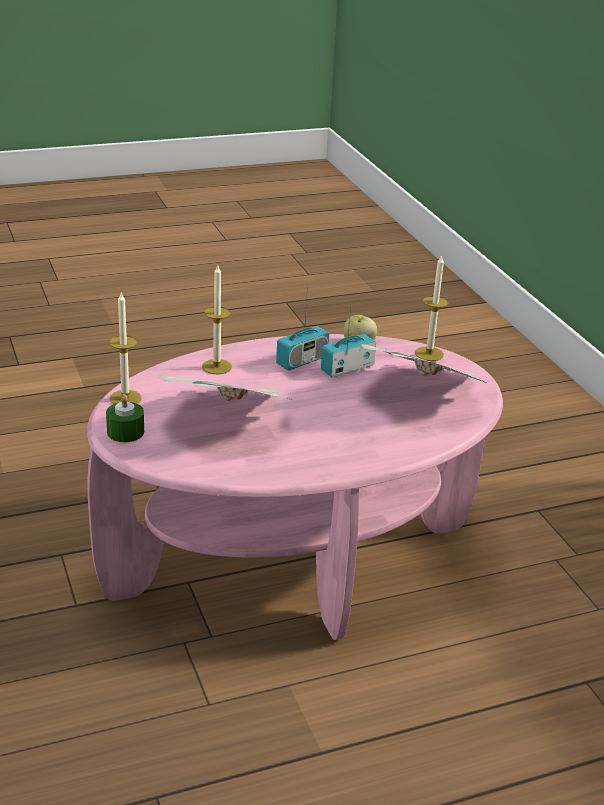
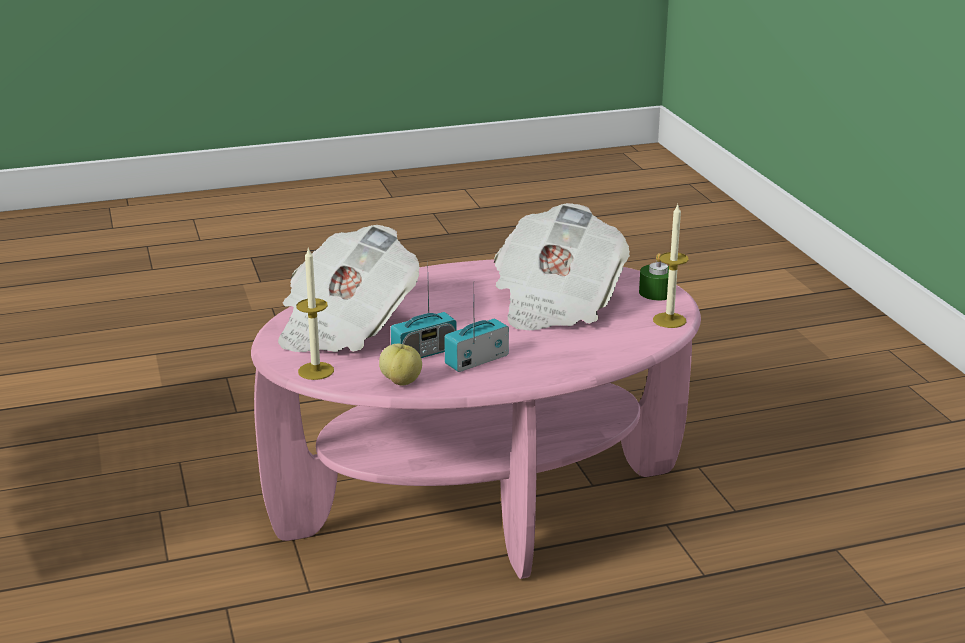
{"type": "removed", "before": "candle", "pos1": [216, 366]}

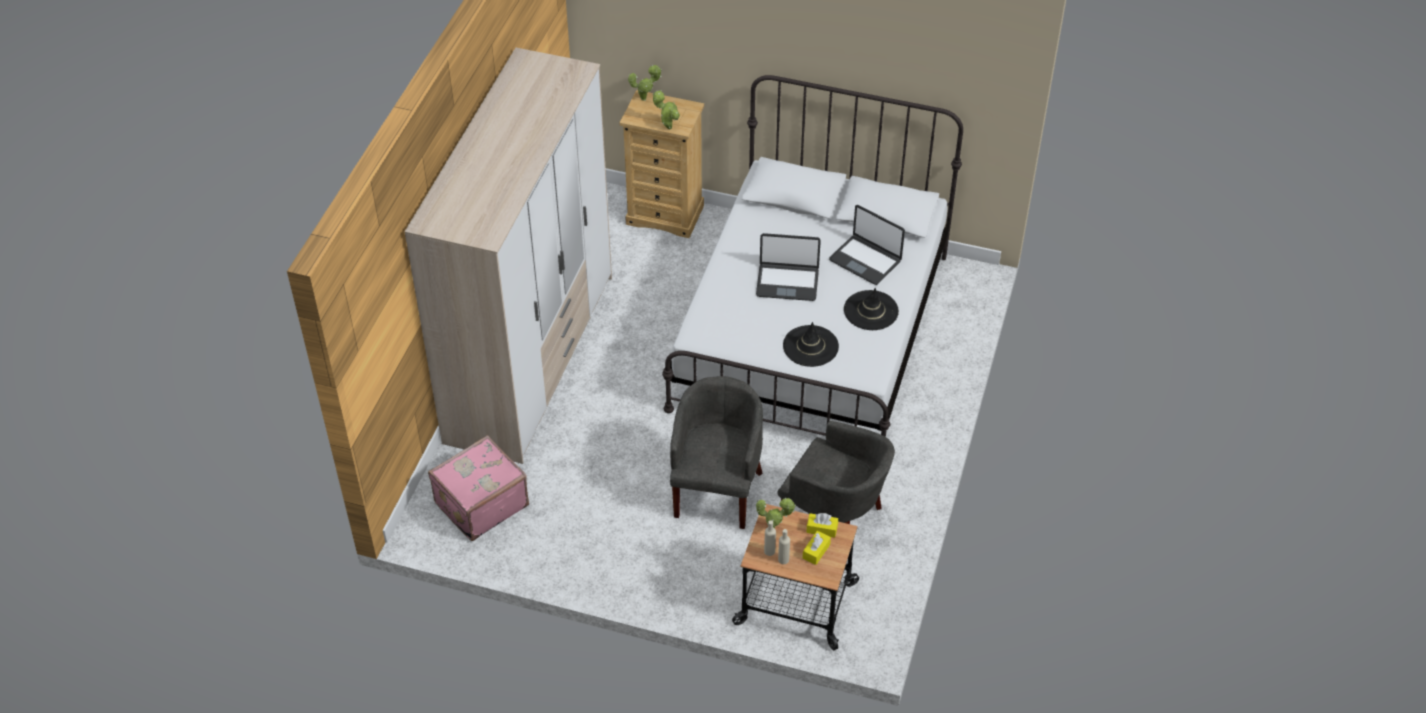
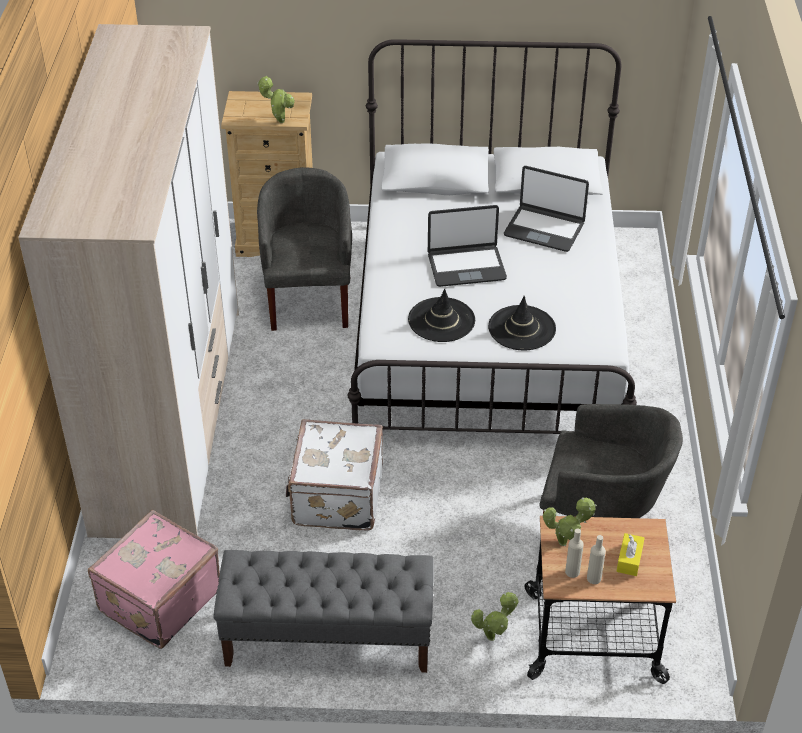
{"type": "moved", "before": "potted plant", "pos1": [645, 98], "pos2": [493, 636]}
{"type": "moved", "before": "gray easy chair", "pos1": [717, 490], "pos2": [309, 300]}
{"type": "removed", "before": "yellowish tissue holder", "pos1": [822, 529]}
{"type": "moved", "before": "blackish wearable hat", "pos1": [871, 310], "pos2": [441, 320]}
{"type": "added", "after": "gray long seat", "pos2": [327, 639]}
{"type": "added", "after": "whitish travel case", "pos2": [335, 496]}

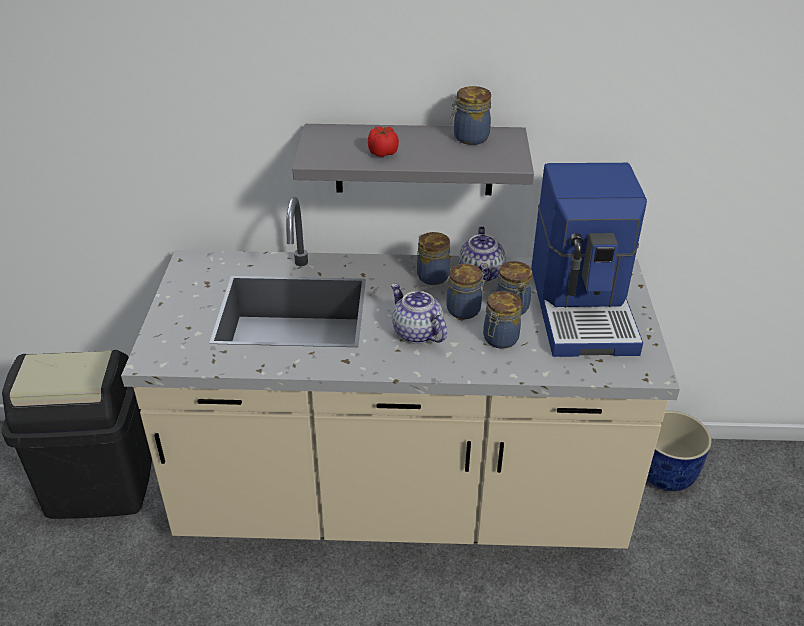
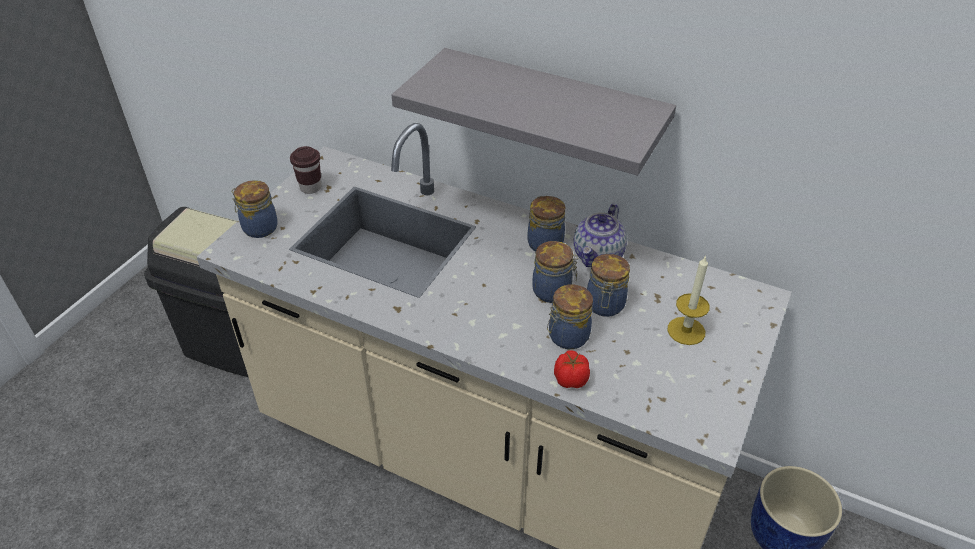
{"type": "moved", "before": "tomato", "pos1": [382, 153], "pos2": [570, 378]}
{"type": "removed", "before": "pot for tea", "pos1": [416, 332]}
{"type": "moved", "before": "jar", "pos1": [469, 138], "pos2": [258, 228]}
{"type": "replaced", "before": "coffee brewer", "after": "candle", "pos1": [584, 308], "pos2": [686, 331]}
{"type": "added", "after": "brown-coloured small cup", "pos2": [310, 188]}

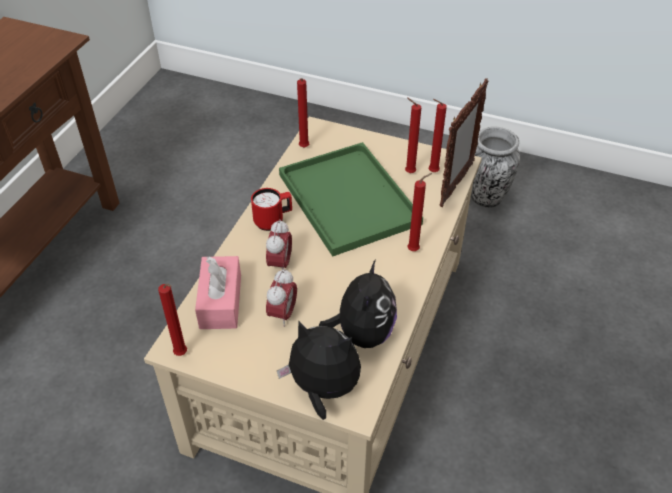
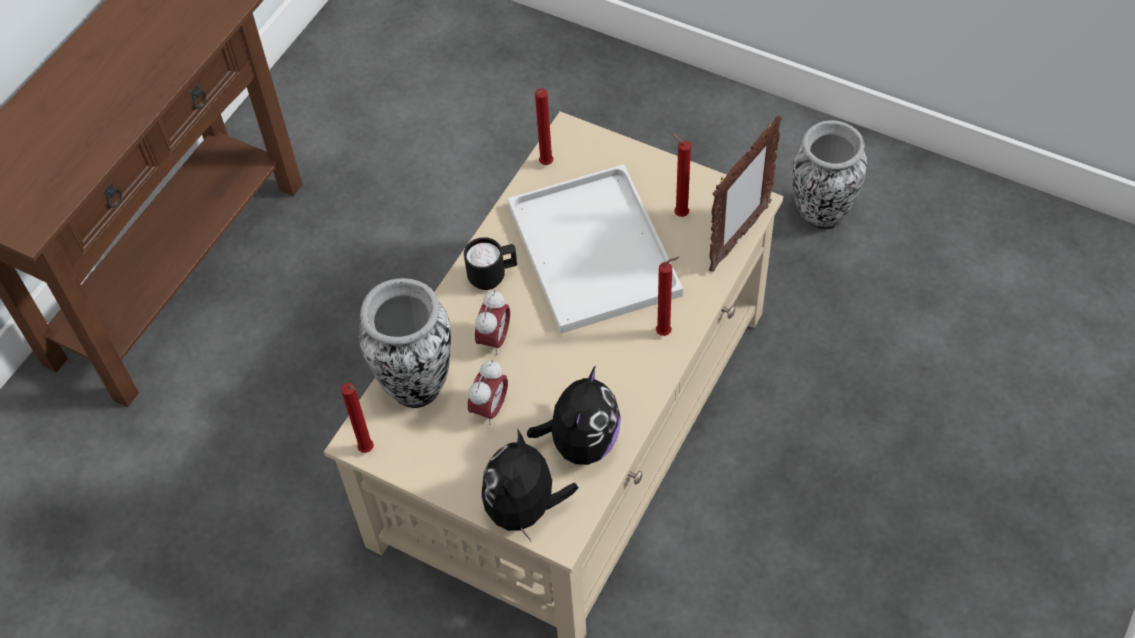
{"type": "replaced", "before": "pinkish tissue holder", "after": "flower vase", "pos1": [220, 301], "pos2": [417, 385]}
{"type": "recoloured", "before": "red-coloured coffee mug", "after": "blackish coffee mug", "pos1": [273, 221], "pos2": [493, 276]}
{"type": "turned", "before": "cuddly toy", "pos1": [323, 389], "pos2": [525, 508], "turn": -105}
{"type": "recoloured", "before": "greenish tray", "after": "whitish tray", "pos1": [345, 197], "pos2": [590, 247]}
{"type": "removed", "before": "red-coloured candle", "pos1": [431, 172]}

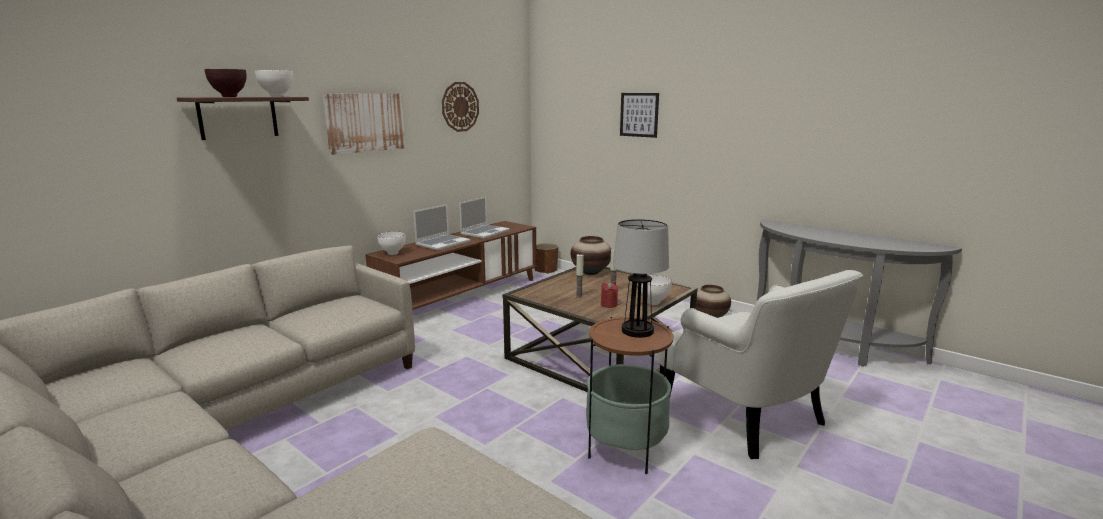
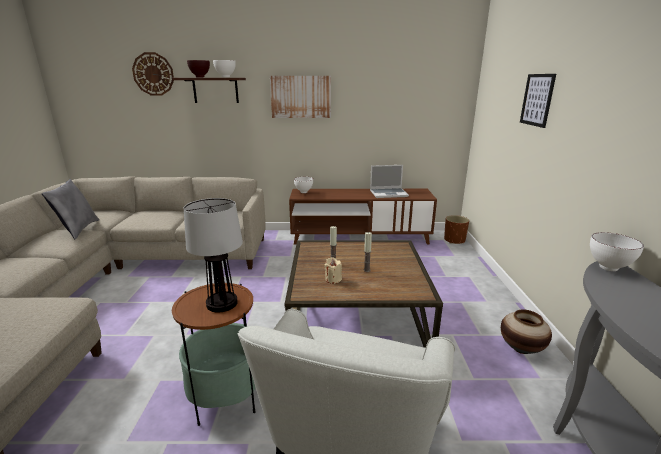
{"type": "removed", "before": "laptop", "pos1": [443, 243]}
{"type": "moved", "before": "wall clock", "pos1": [460, 106], "pos2": [153, 74]}
{"type": "removed", "before": "flower vase", "pos1": [591, 272]}
{"type": "recoloured", "before": "red-coloured candle", "after": "sand-coloured candle", "pos1": [608, 305], "pos2": [333, 279]}
{"type": "moved", "before": "whitish serving bowl", "pos1": [654, 303], "pos2": [609, 268]}
{"type": "added", "after": "gray throw pillow", "pos2": [78, 230]}

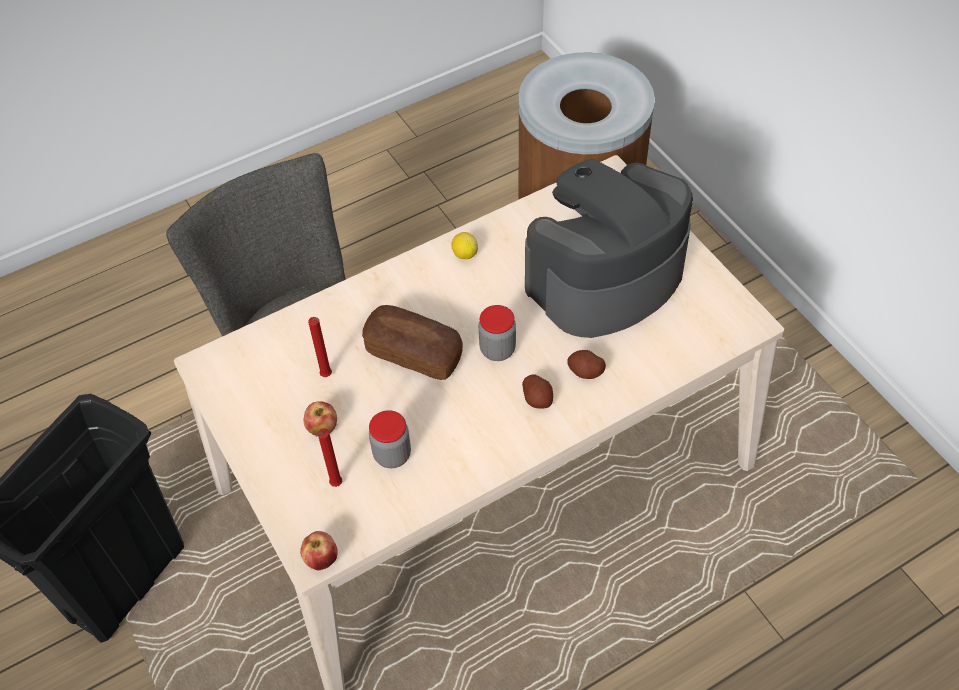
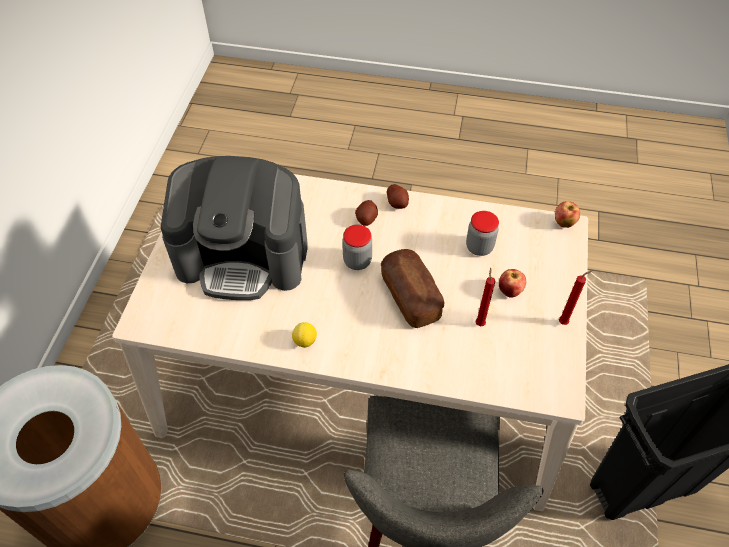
{"type": "moved", "before": "red-coloured candle", "pos1": [335, 485], "pos2": [564, 322]}
{"type": "moved", "before": "spud", "pos1": [585, 371], "pos2": [397, 203]}

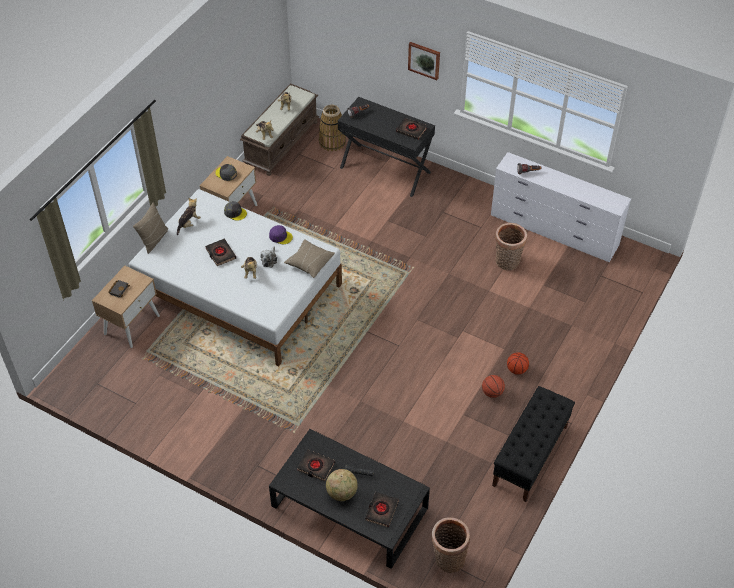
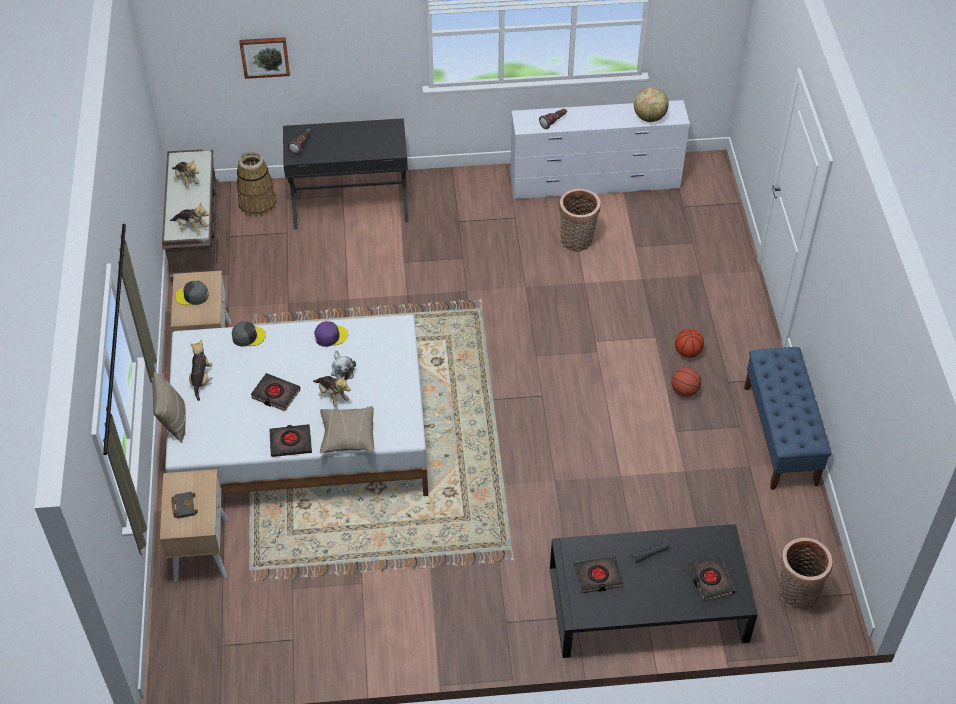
{"type": "moved", "before": "sand-coloured throw pillow", "pos1": [309, 263], "pos2": [347, 436]}
{"type": "moved", "before": "globe", "pos1": [342, 493], "pos2": [649, 117]}
{"type": "moved", "before": "blackish volume", "pos1": [411, 130], "pos2": [291, 442]}
{"type": "moved", "before": "wall art", "pos1": [424, 60], "pos2": [265, 56]}
{"type": "recoloured", "before": "blackish long seat", "after": "blue-coloured long seat", "pos1": [530, 456], "pos2": [780, 435]}

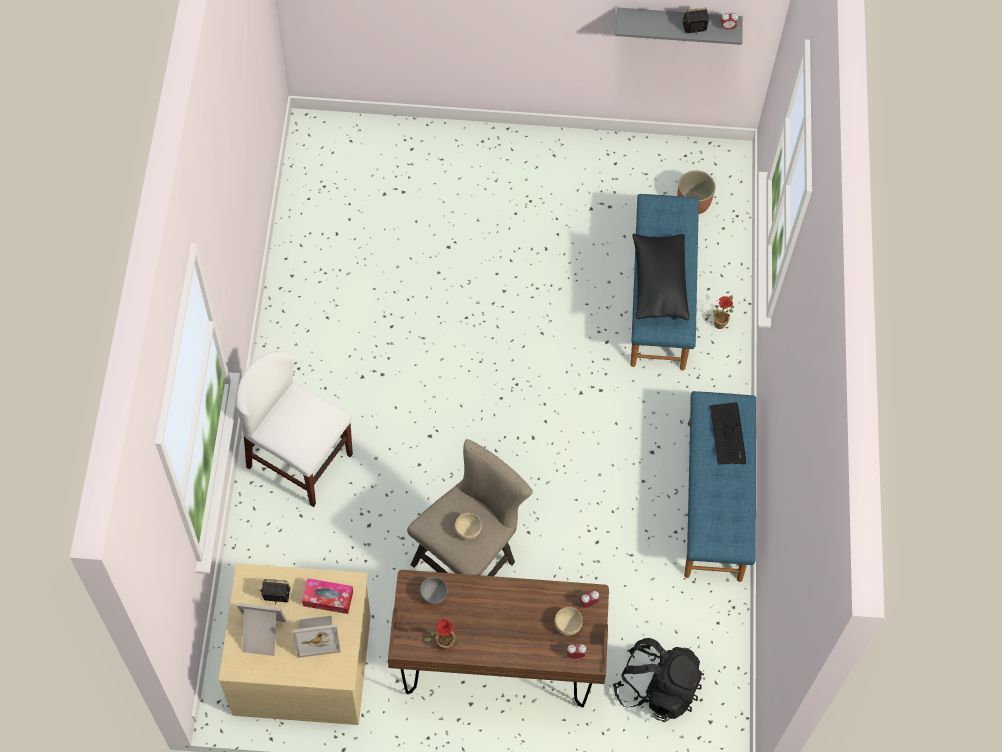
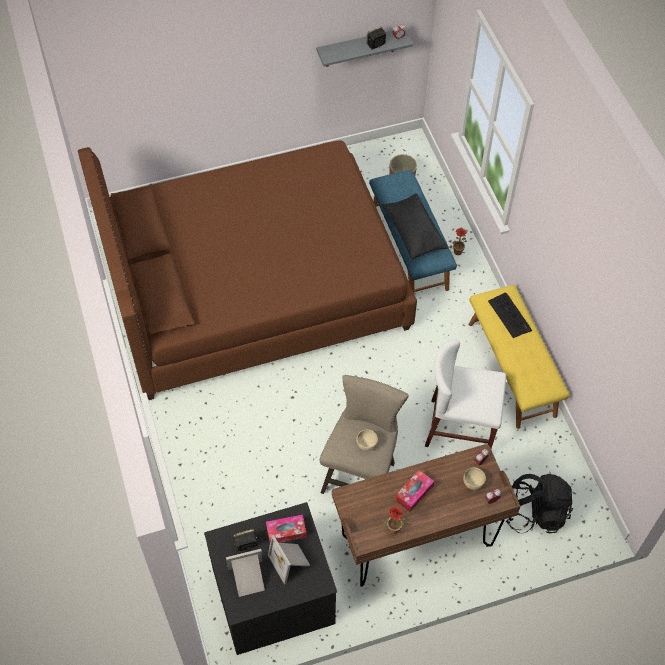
{"type": "recoloured", "before": "sand-coloured chest of drawers", "after": "blackish chest of drawers", "pos1": [303, 662], "pos2": [272, 594]}
{"type": "moved", "before": "whitish chair", "pos1": [300, 460], "pos2": [460, 427]}
{"type": "turned", "before": "picture frame", "pos1": [317, 635], "pos2": [290, 562], "turn": 90}
{"type": "removed", "before": "gray serving bowl", "pos1": [433, 595]}
{"type": "recoloured", "before": "blue-coloured long seat", "after": "yellowish long seat", "pos1": [715, 500], "pos2": [512, 369]}
{"type": "added", "after": "brown-coloured sleeping bed", "pos2": [254, 288]}
{"type": "added", "after": "tissue holder", "pos2": [414, 493]}

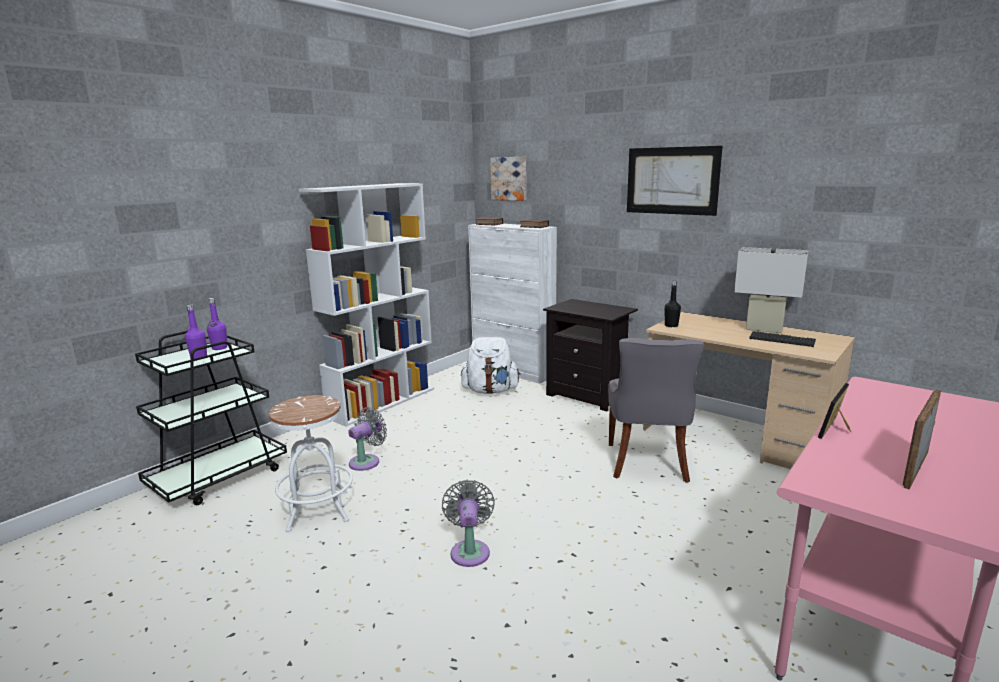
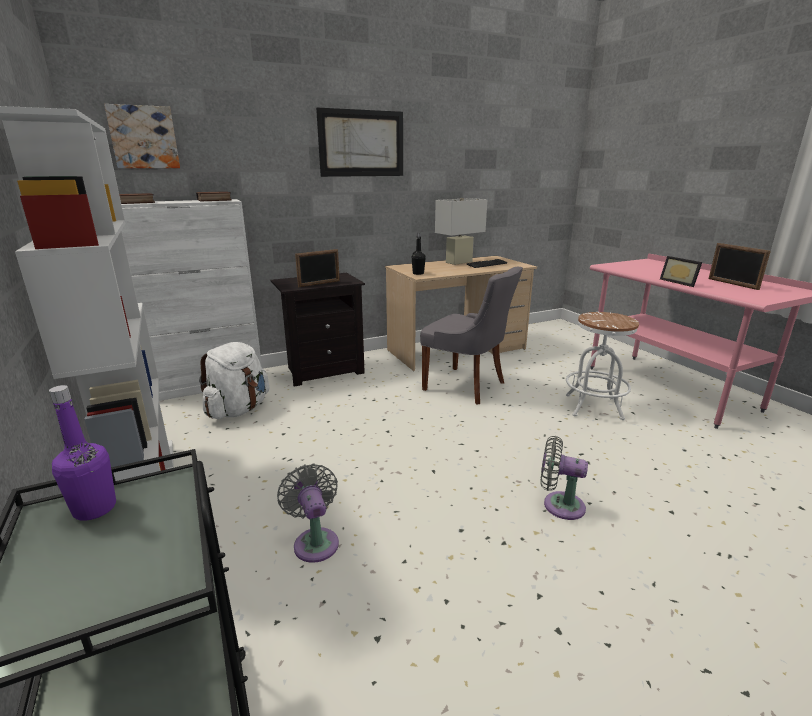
{"type": "removed", "before": "purplish beverage bottle", "pos1": [199, 356]}
{"type": "moved", "before": "whitish stool seat", "pos1": [318, 511], "pos2": [593, 407]}
{"type": "added", "after": "picture frame", "pos2": [319, 284]}

